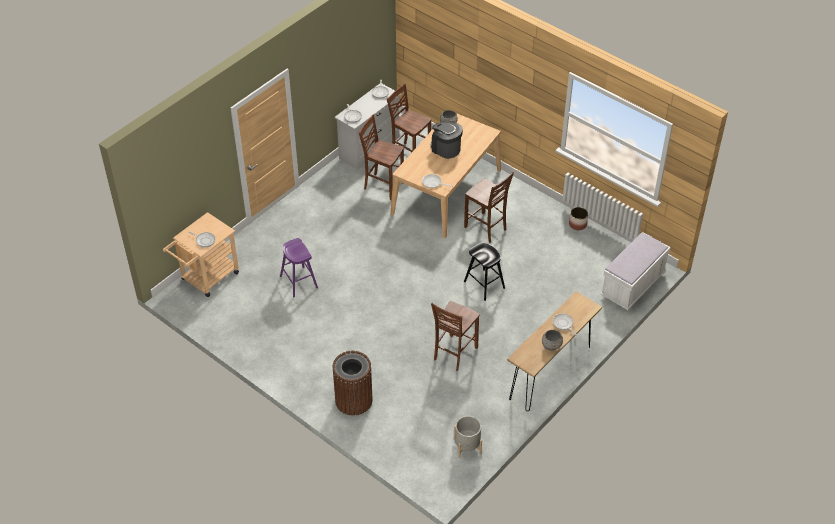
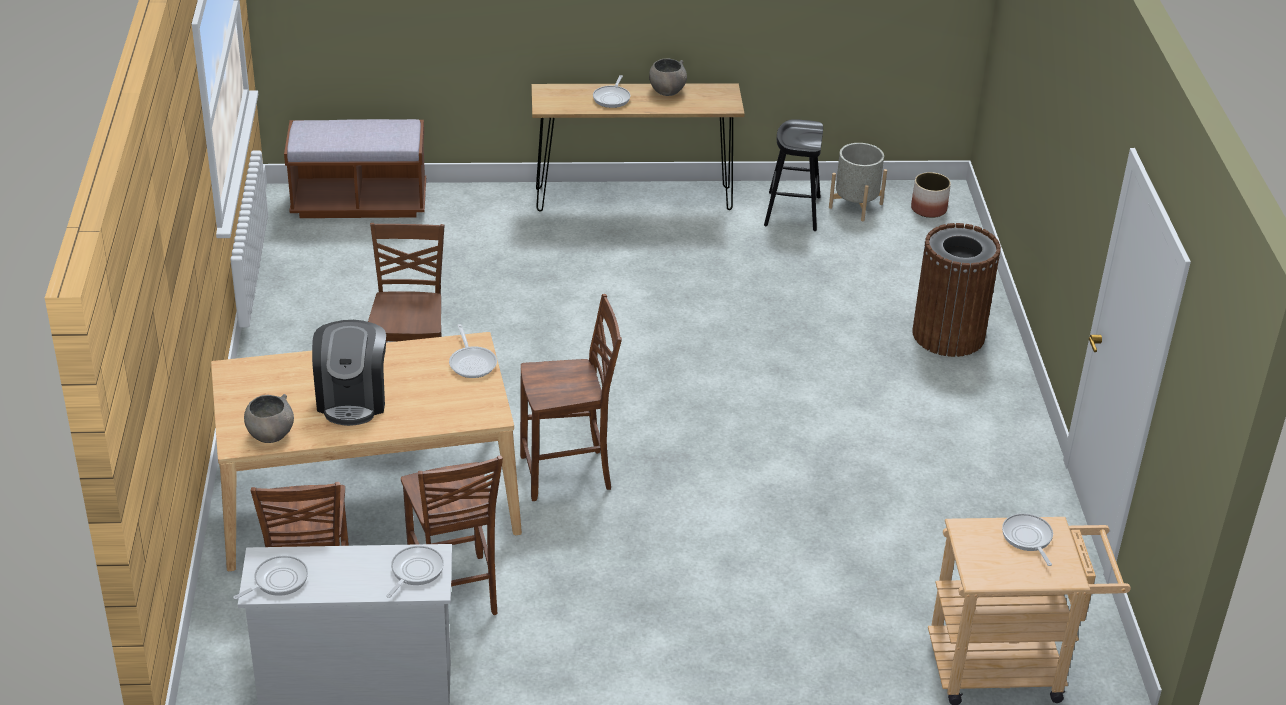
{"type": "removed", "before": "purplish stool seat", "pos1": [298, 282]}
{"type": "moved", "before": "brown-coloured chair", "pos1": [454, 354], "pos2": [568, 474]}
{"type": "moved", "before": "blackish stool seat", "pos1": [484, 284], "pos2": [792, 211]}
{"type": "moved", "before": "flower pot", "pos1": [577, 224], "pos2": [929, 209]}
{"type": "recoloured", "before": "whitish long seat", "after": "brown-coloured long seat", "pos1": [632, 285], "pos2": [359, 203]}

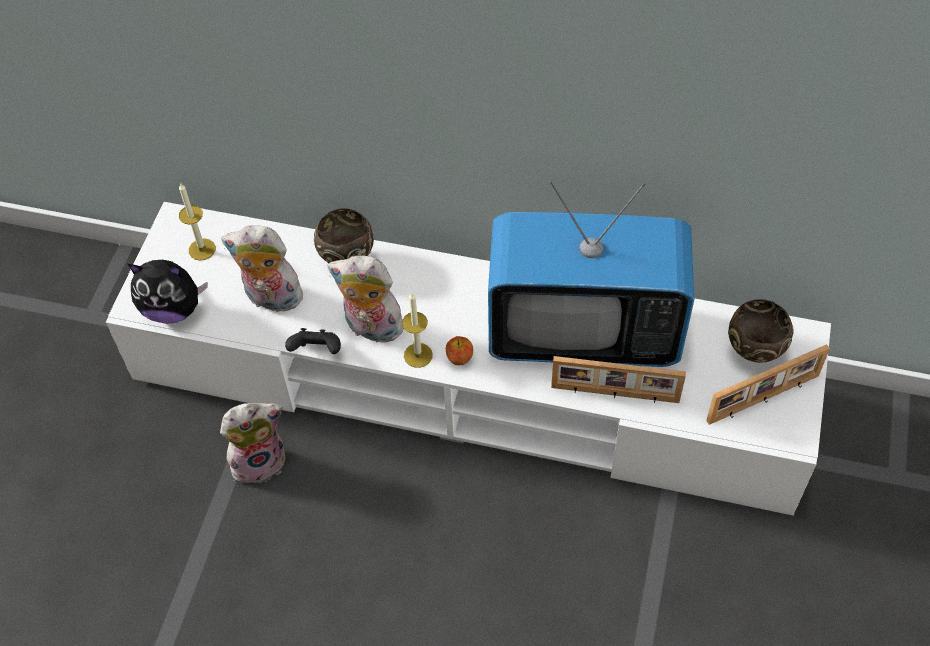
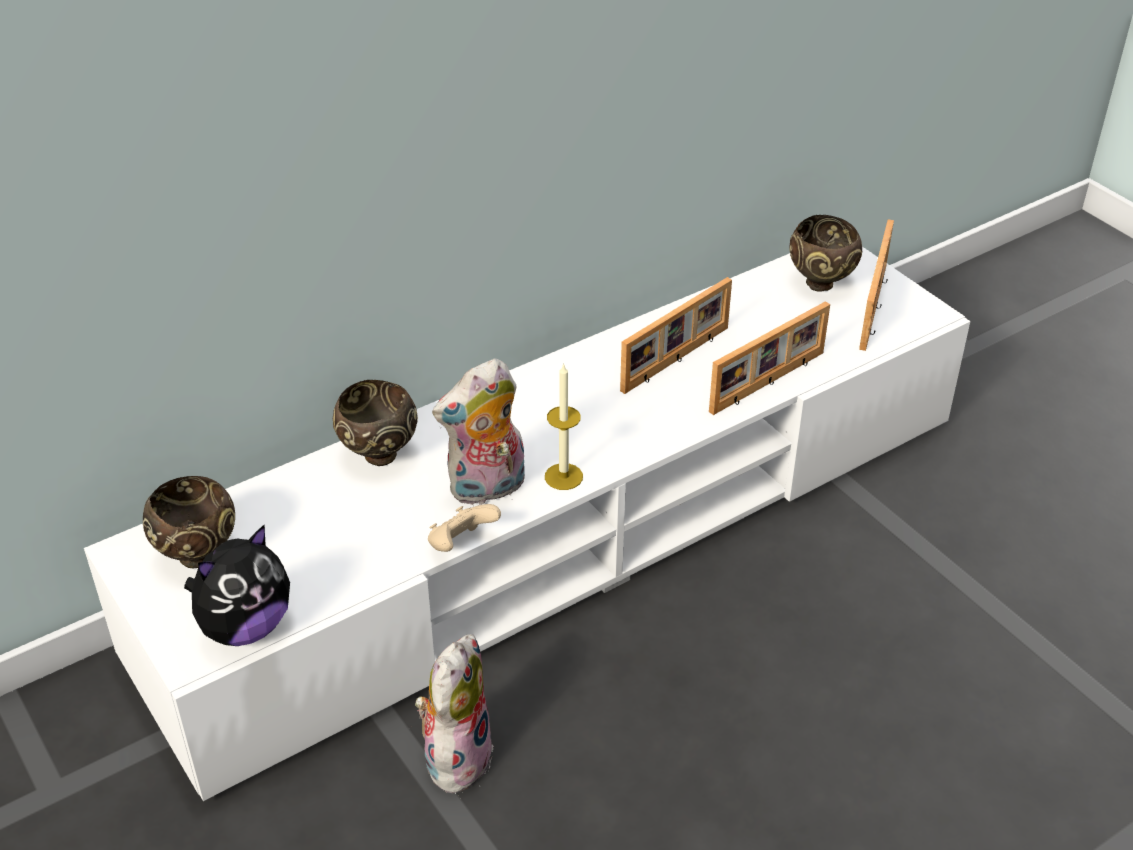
{"type": "replaced", "before": "candle", "after": "brown-coloured serving bowl", "pos1": [202, 249], "pos2": [199, 555]}
{"type": "removed", "before": "cuddly toy", "pos1": [271, 299]}
{"type": "recoloured", "before": "blackish game controller", "after": "sand-coloured game controller", "pos1": [317, 351], "pos2": [461, 544]}
{"type": "removed", "before": "apple fruit", "pos1": [459, 358]}
{"type": "replaced", "before": "TV set", "after": "picture frame", "pos1": [583, 332], "pos2": [677, 360]}

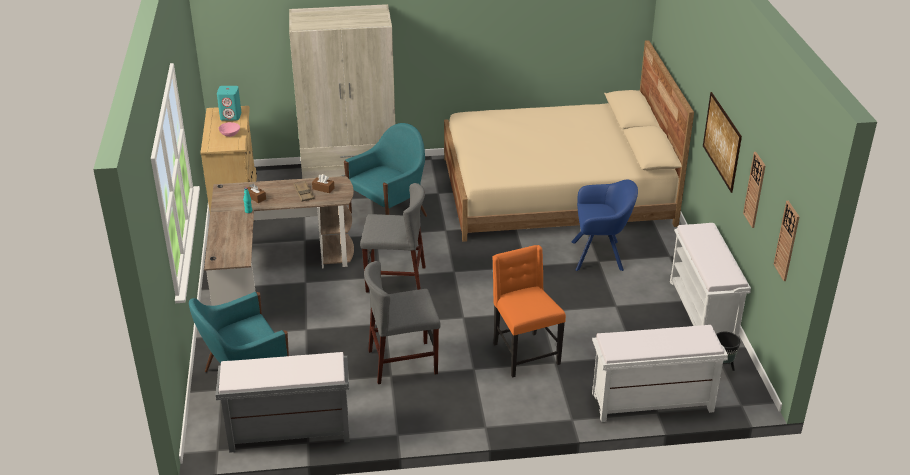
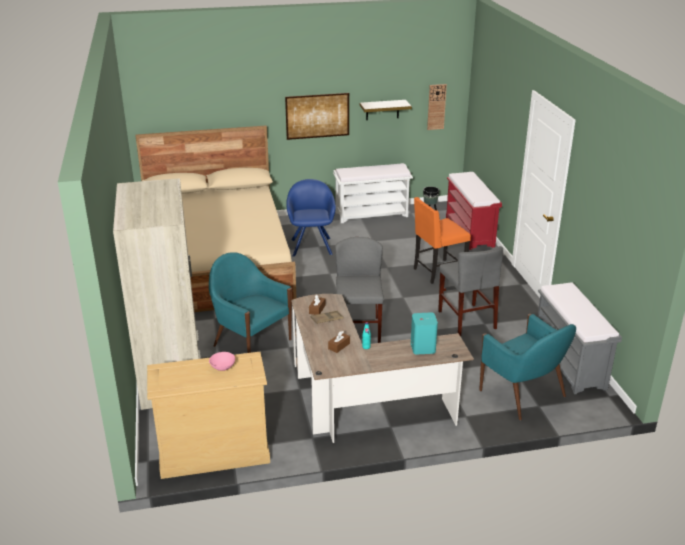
{"type": "moved", "before": "turquoise audio speaker", "pos1": [231, 116], "pos2": [422, 347]}
{"type": "recoloured", "before": "whitish long seat", "after": "red-coloured long seat", "pos1": [651, 403], "pos2": [470, 232]}
{"type": "replaced", "before": "wall clock", "after": "shelf", "pos1": [755, 190], "pos2": [382, 110]}

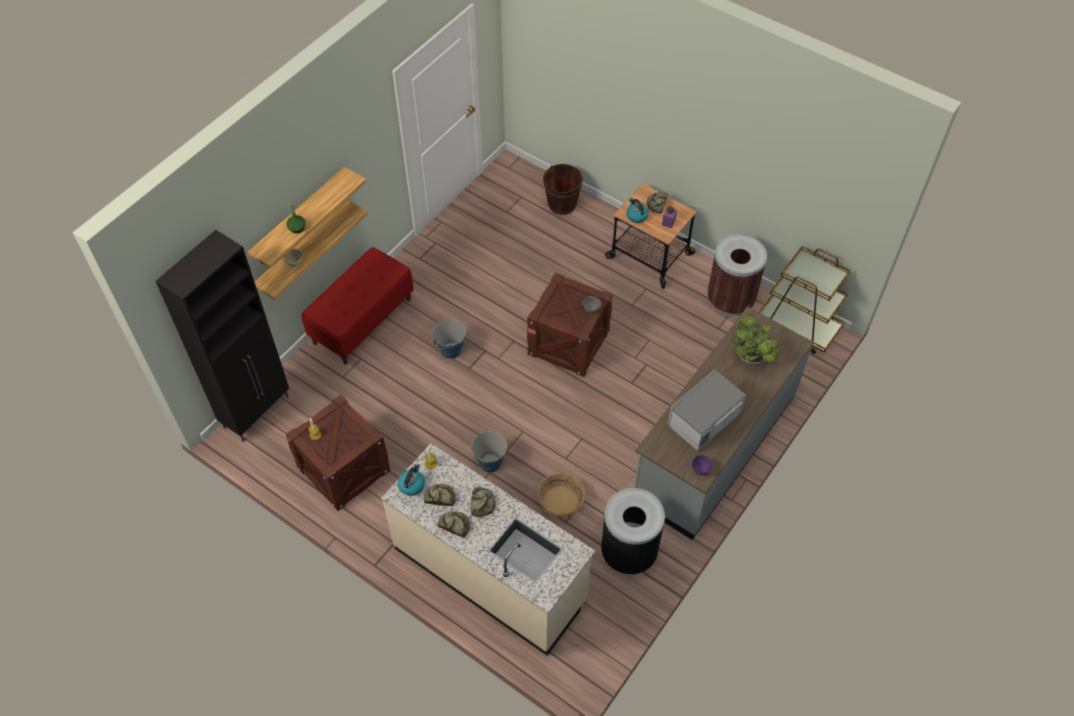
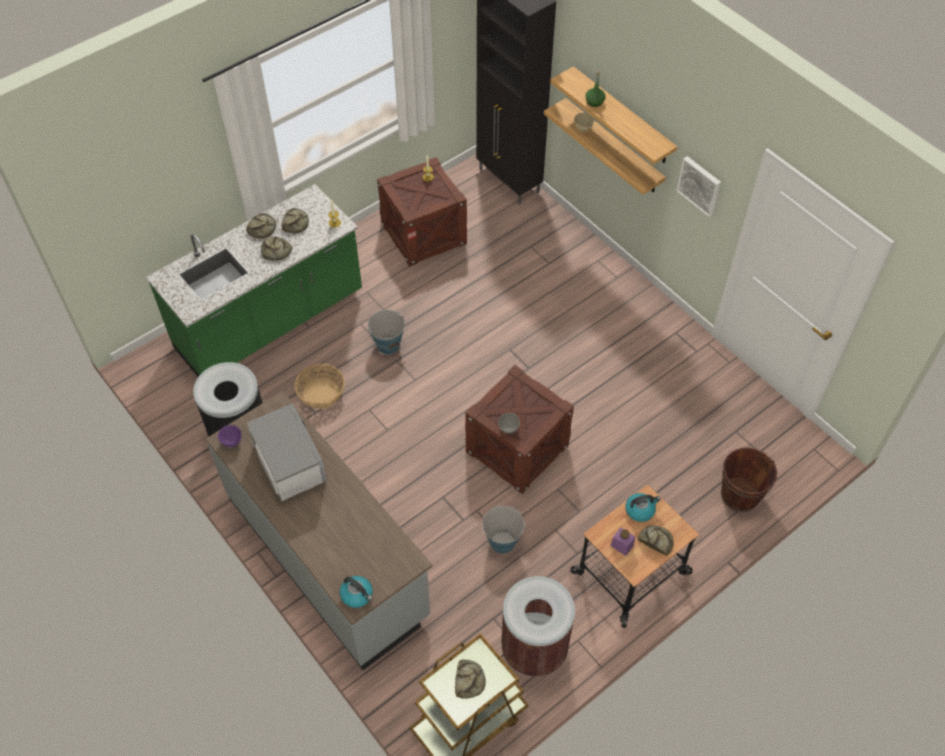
{"type": "removed", "before": "red-coloured long seat", "pos1": [362, 321]}
{"type": "recoloured", "before": "sand-coloured kitchen counter", "after": "greenish kitchen counter", "pos1": [490, 573], "pos2": [270, 322]}
{"type": "moved", "before": "tea kettle", "pos1": [411, 485], "pos2": [357, 595]}
{"type": "moved", "before": "bucket", "pos1": [451, 350], "pos2": [502, 541]}
{"type": "removed", "before": "potted plant", "pos1": [752, 359]}
{"type": "added", "after": "bakery bread", "pos2": [468, 680]}
{"type": "added", "after": "wall art", "pos2": [700, 185]}

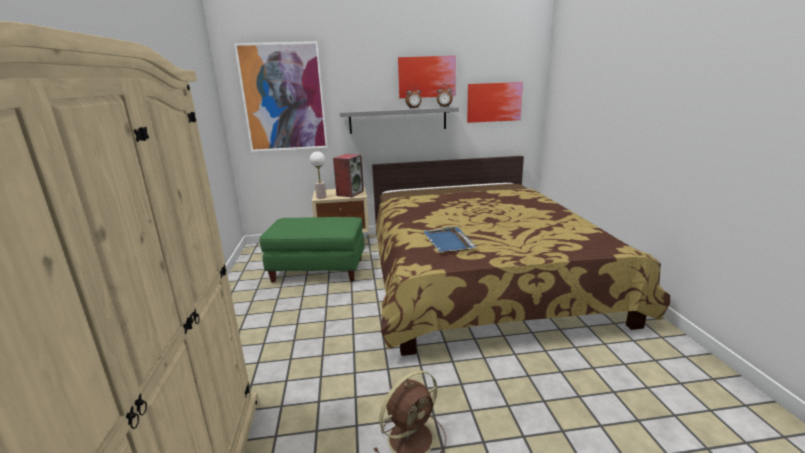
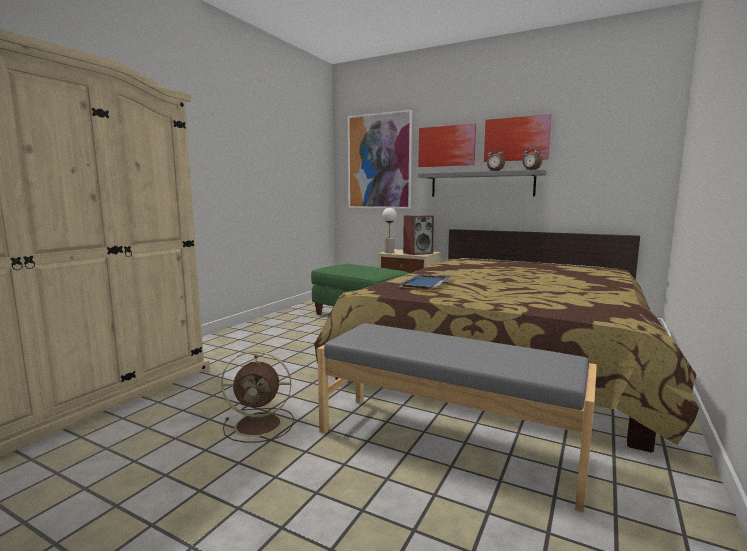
{"type": "moved", "before": "wall art", "pos1": [494, 102], "pos2": [446, 146]}
{"type": "added", "after": "gray long seat", "pos2": [447, 443]}

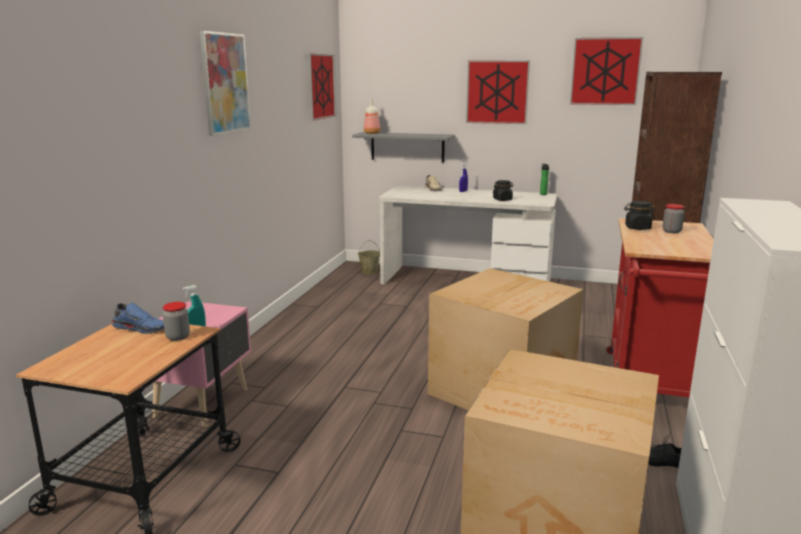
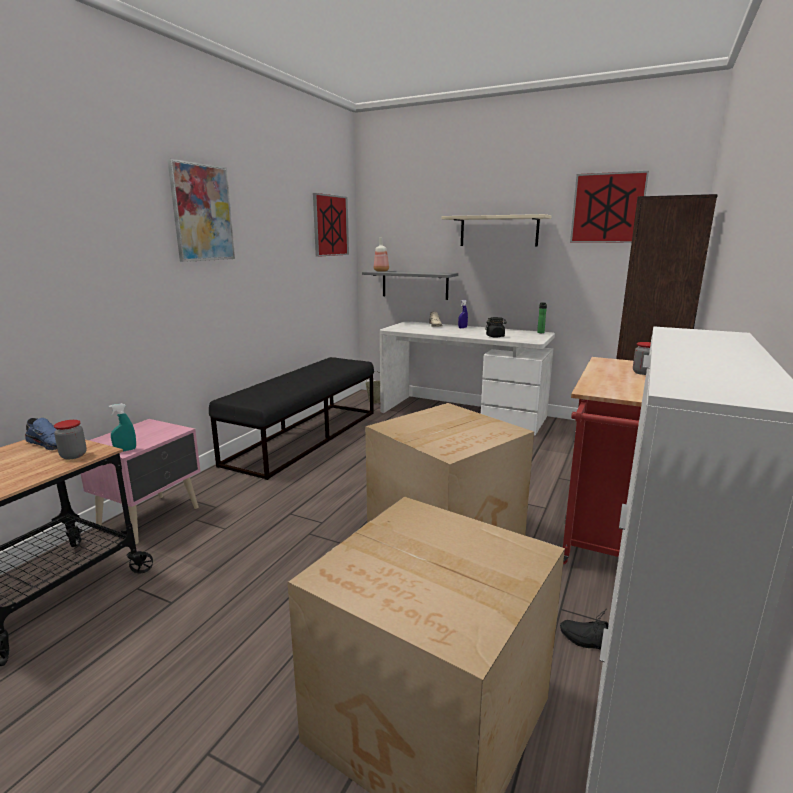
{"type": "replaced", "before": "wall art", "after": "sand-coloured shelf", "pos1": [497, 92], "pos2": [498, 231]}
{"type": "removed", "before": "blackish jar", "pos1": [637, 228]}
{"type": "added", "after": "blackish long seat", "pos2": [305, 436]}

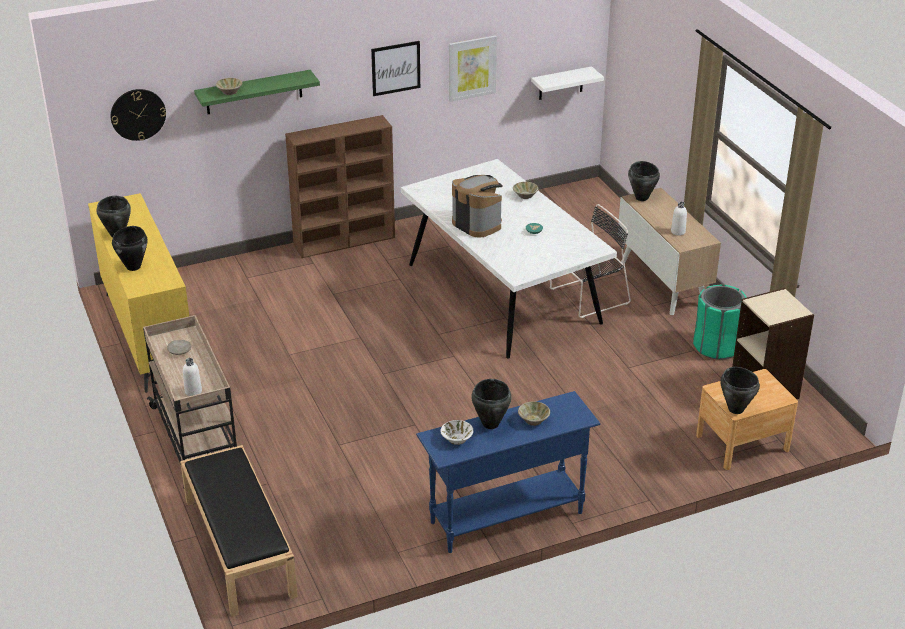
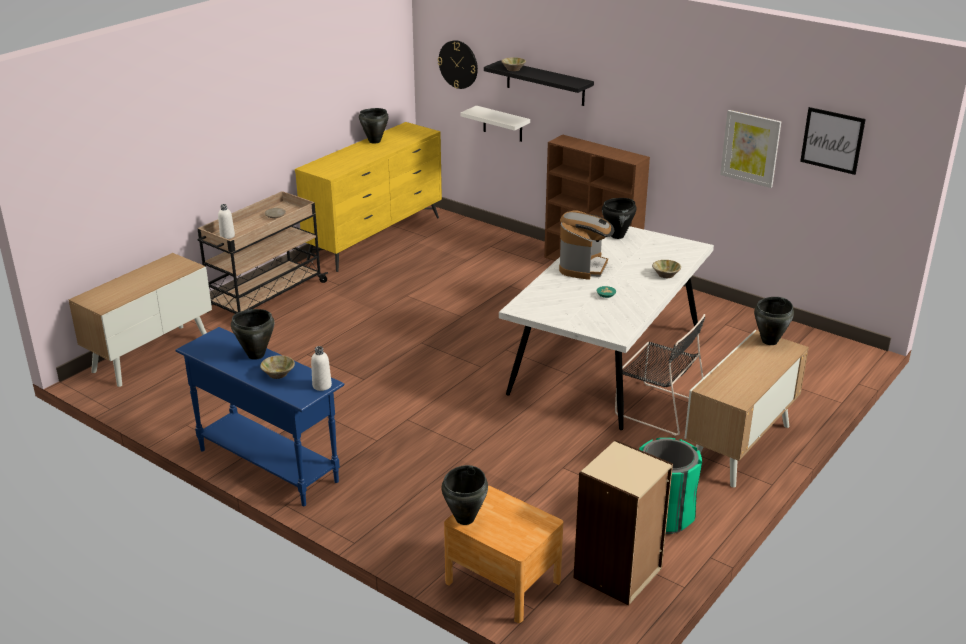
{"type": "moved", "before": "blackish stockpot", "pos1": [134, 267], "pos2": [617, 236]}
{"type": "replaced", "before": "blackish long seat", "after": "cabinet", "pos1": [238, 547], "pos2": [151, 354]}
{"type": "recoloured", "before": "greenish shelf", "after": "blackish shelf", "pos1": [254, 92], "pos2": [545, 83]}
{"type": "moved", "before": "wall art", "pos1": [395, 68], "pos2": [832, 140]}
{"type": "removed", "before": "whitish serving bowl", "pos1": [456, 439]}
{"type": "moved", "before": "whitish shelf", "pos1": [561, 83], "pos2": [502, 124]}
{"type": "moved", "before": "whitish beverage bottle", "pos1": [678, 232], "pos2": [322, 386]}

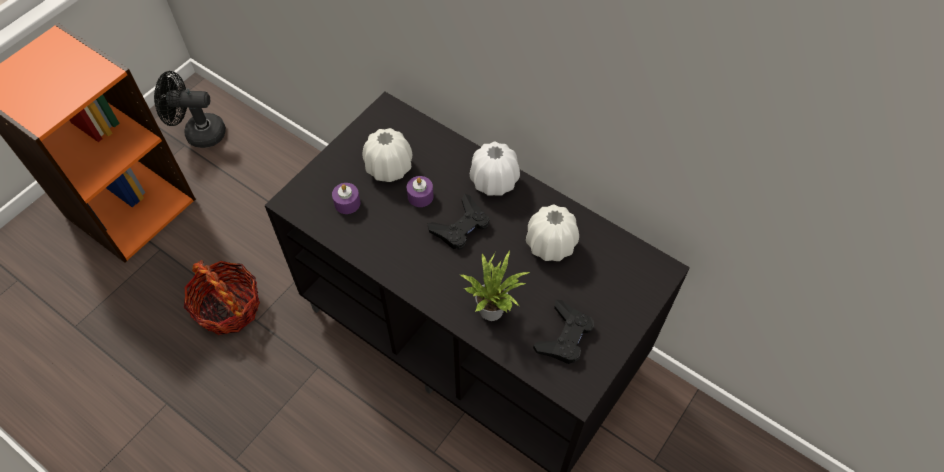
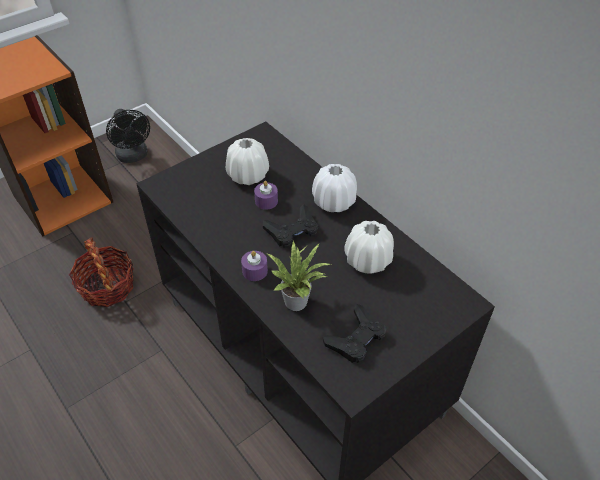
{"type": "turned", "before": "blackish cooling fan", "pos1": [198, 133], "pos2": [134, 156], "turn": -135}
{"type": "moved", "before": "purplish candle", "pos1": [347, 203], "pos2": [255, 271]}

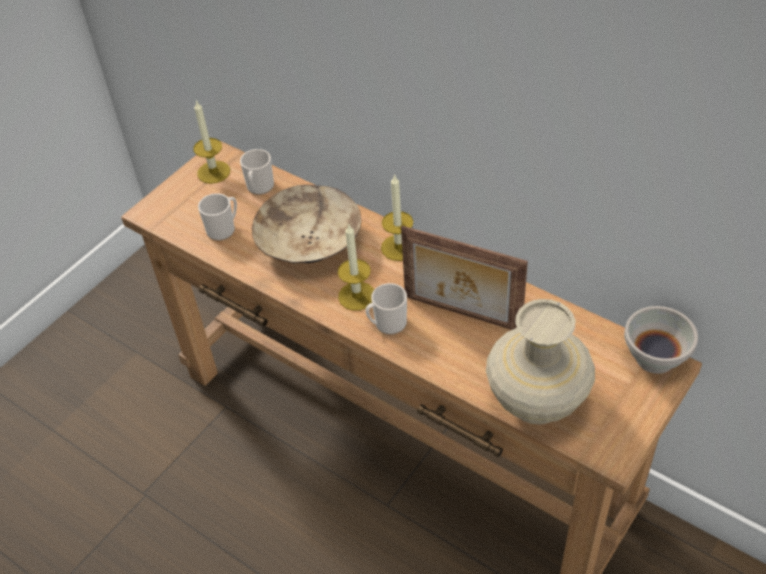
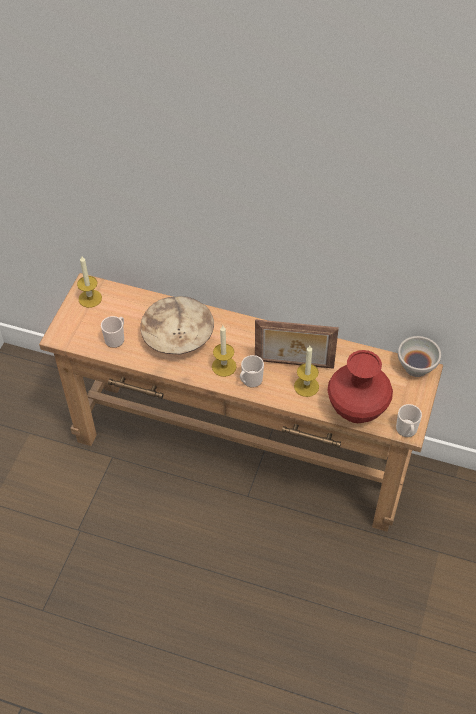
{"type": "moved", "before": "coffee mug", "pos1": [259, 188], "pos2": [407, 431]}
{"type": "moved", "before": "candle", "pos1": [399, 247], "pos2": [306, 386]}
{"type": "recoloured", "before": "sand-coloured flower vase", "after": "red-coloured flower vase", "pos1": [538, 401], "pos2": [357, 409]}

